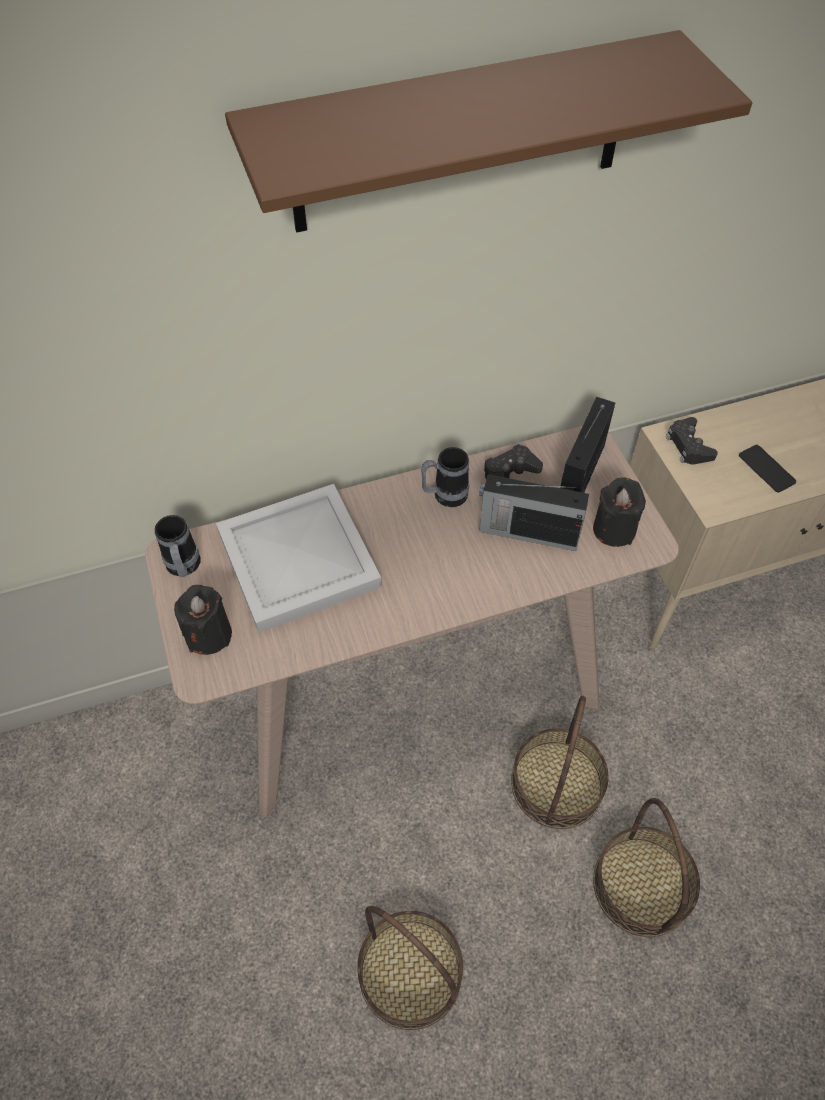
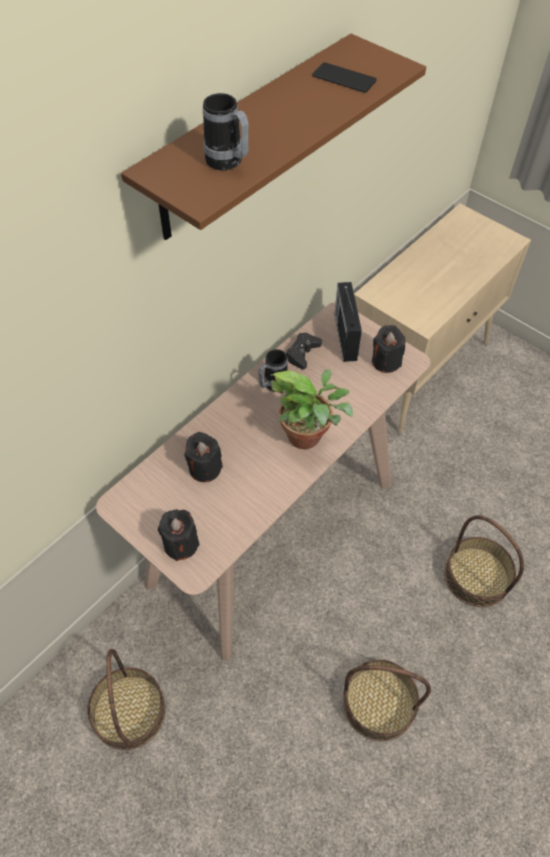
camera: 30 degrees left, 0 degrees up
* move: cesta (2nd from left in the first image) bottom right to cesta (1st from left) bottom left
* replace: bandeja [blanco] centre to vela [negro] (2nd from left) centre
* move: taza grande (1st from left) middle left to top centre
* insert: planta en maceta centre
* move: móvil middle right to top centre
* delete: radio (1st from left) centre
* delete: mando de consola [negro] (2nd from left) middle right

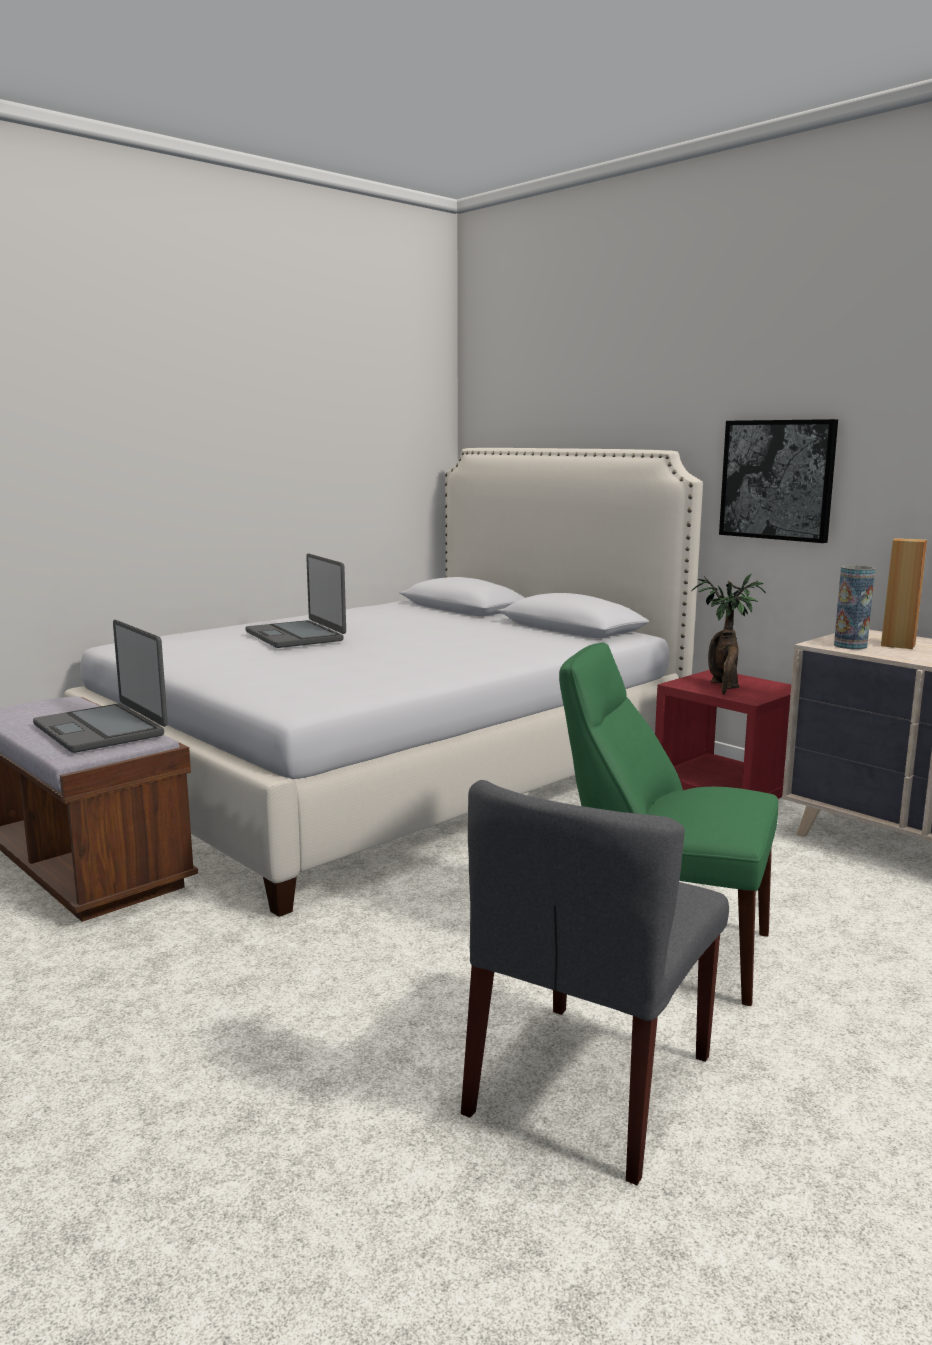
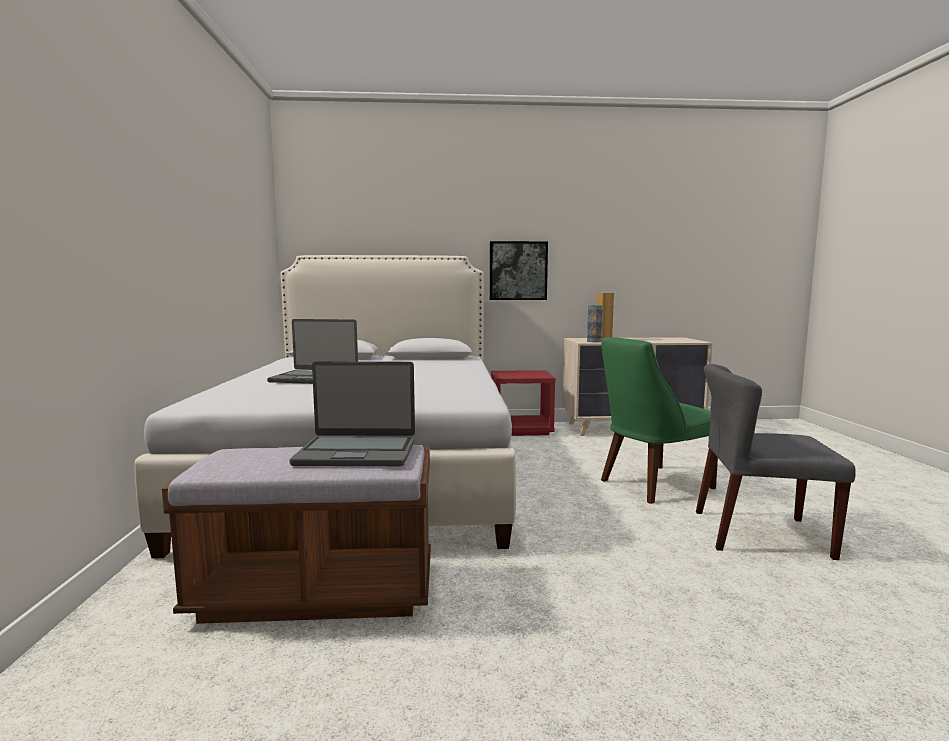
camera: 50 degrees left, 5 degrees down
* rotate: silla [gris] bottom centre = middle right 120 degrees clockwise
* delete: planta en maceta middle right

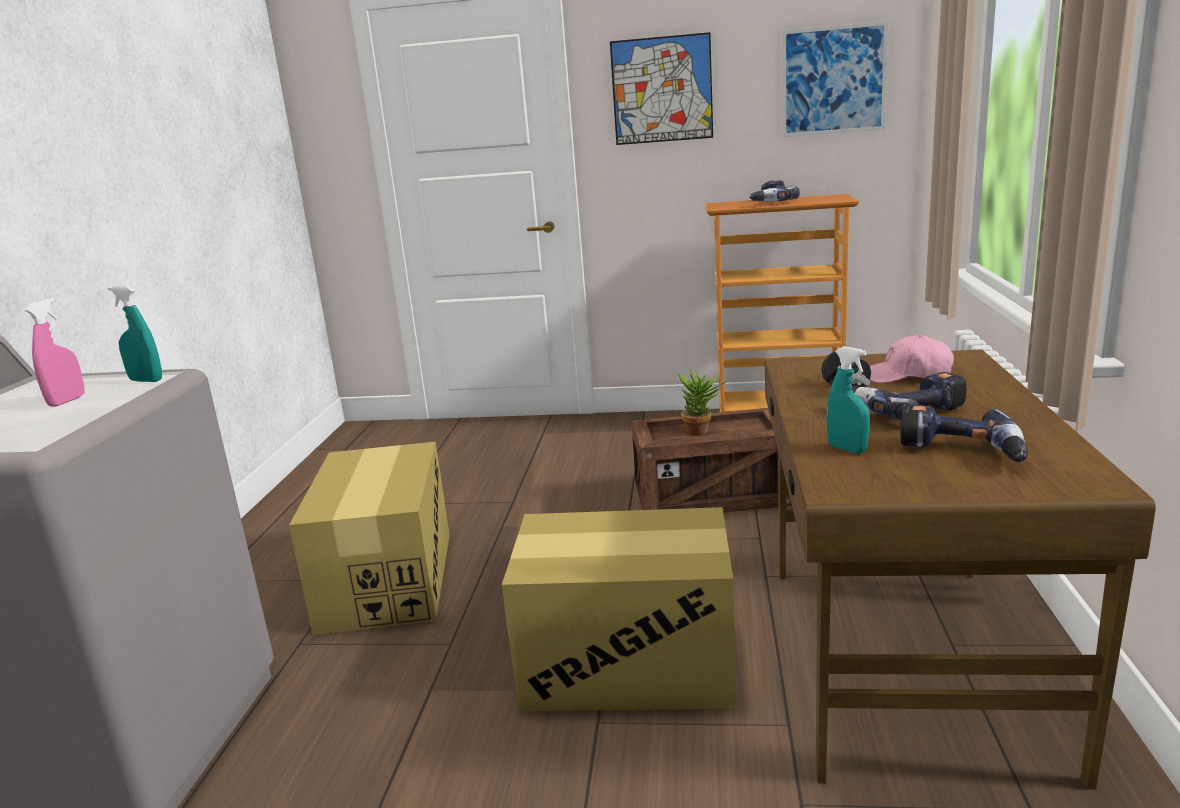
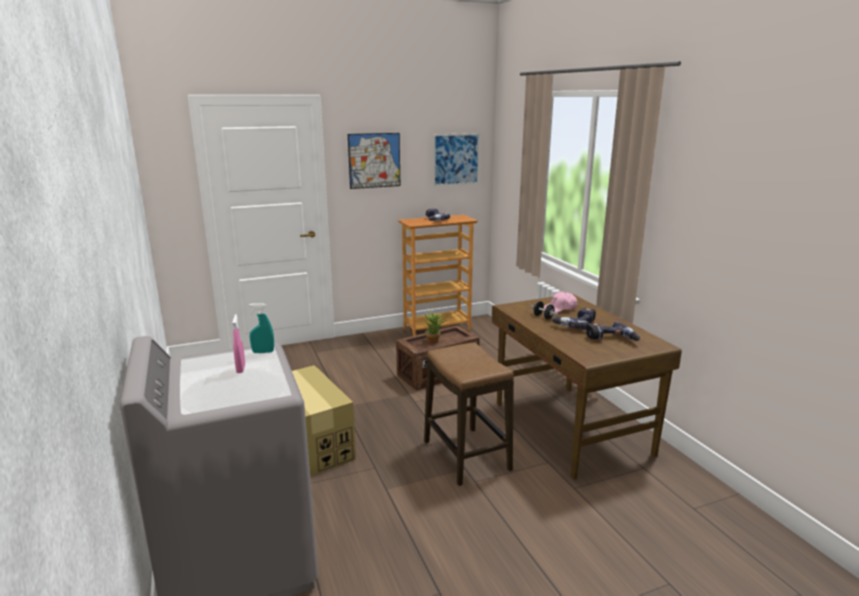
camera: 30 degrees left, 0 degrees up
* replace: caja de cartón (2nd from left) bottom centre to taburete bottom centre
* delete: pulverizador [turquesa] (2nd from left) middle right

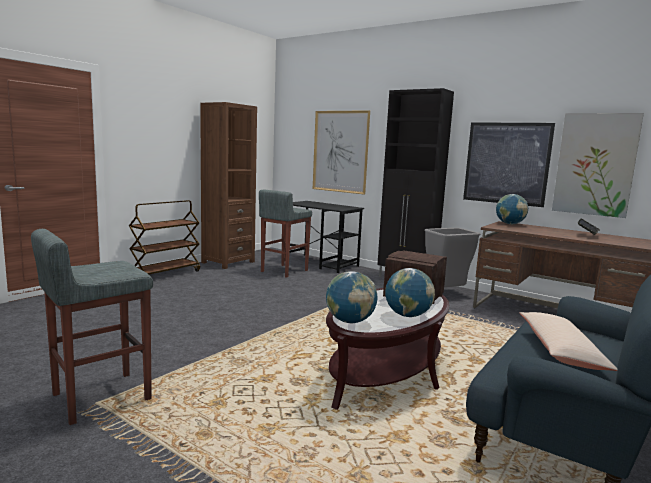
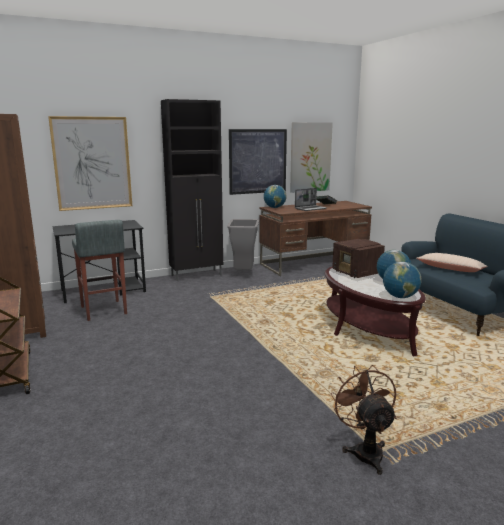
camera: 60 degrees left, 5 degrees up
* insert: portátil centre
* replace: taburete [gris] (1st from left) bottom left to ventilador [marrón] bottom right

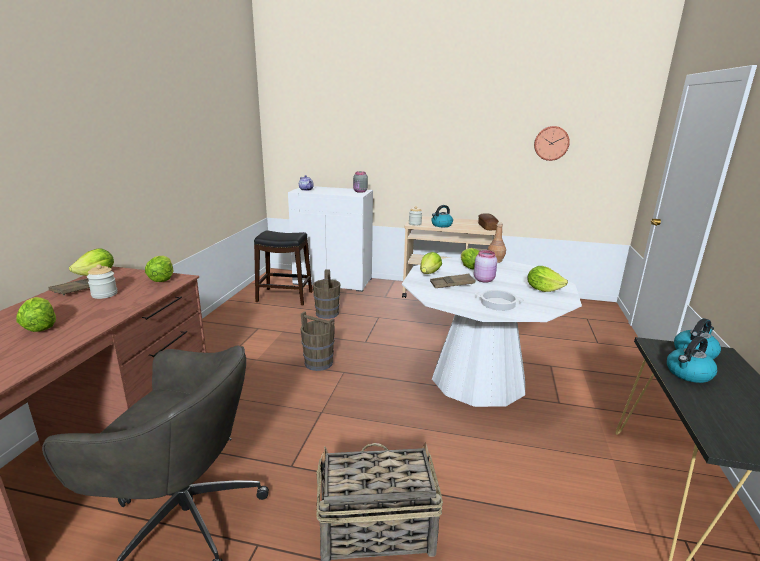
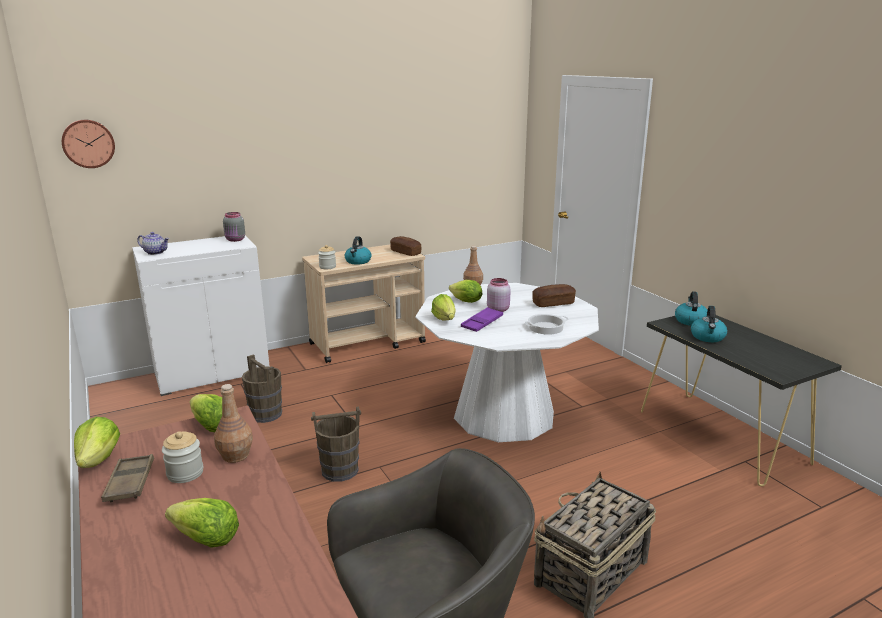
camera: 40 degrees left, 0 degrees up
* move: reloj de pared top right to top left
* insert: botella [marrón] (1st from left) bottom left
* recolor: bandeja [marrón] (2nd from left) centre to bandeja [morado] centre
* replace: lechuga (6th from left) middle right to pan (2nd from left) centre
* delete: taburete [negro] centre

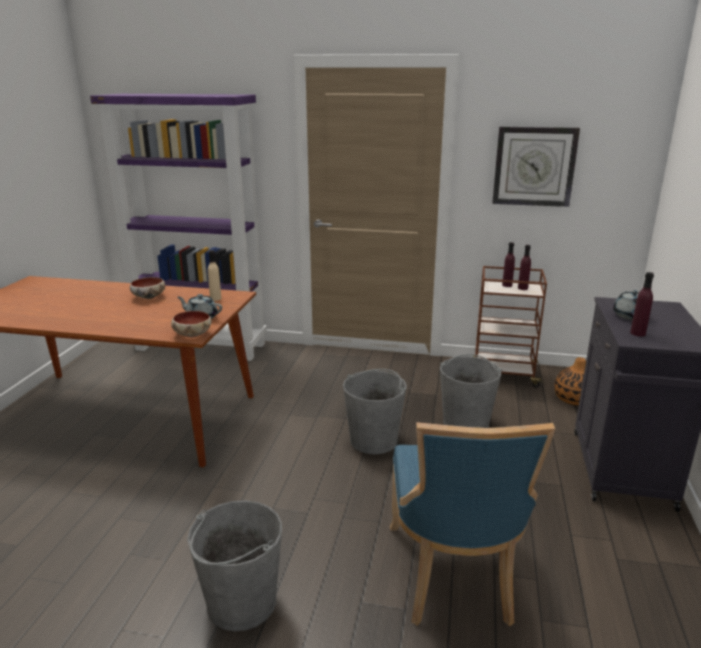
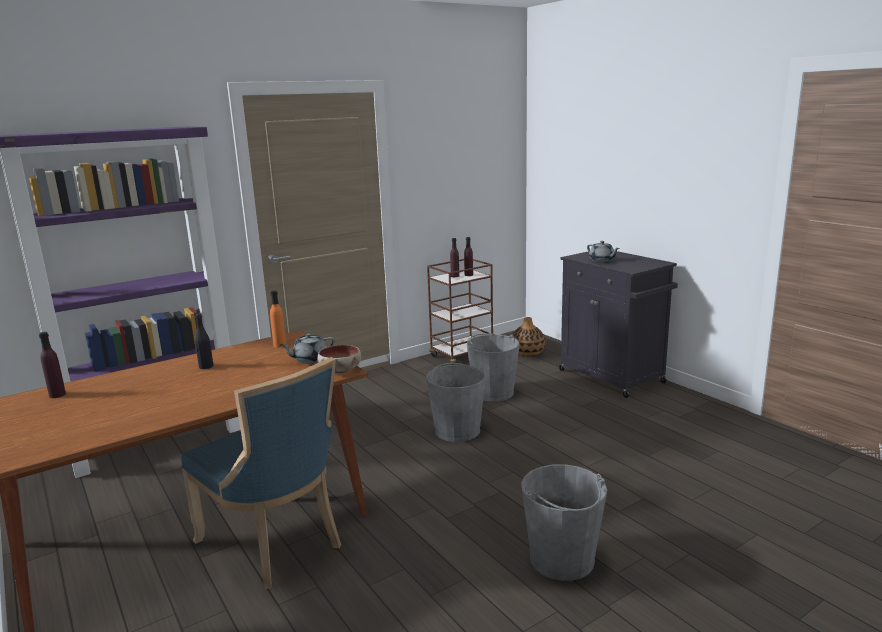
camera: 45 degrees left, 5 degrees down
* move: botella [morado] (3rd from left in the first image) middle right to botella [morado] (1st from left) middle left
* move: silla [azul] bottom right to bottom left
* replace: cuenco (1st from left) middle left to botella [negro] middle left
* recolor: botella [beis] middle left to botella [naranja] middle left
* delete: reloj de pared top right

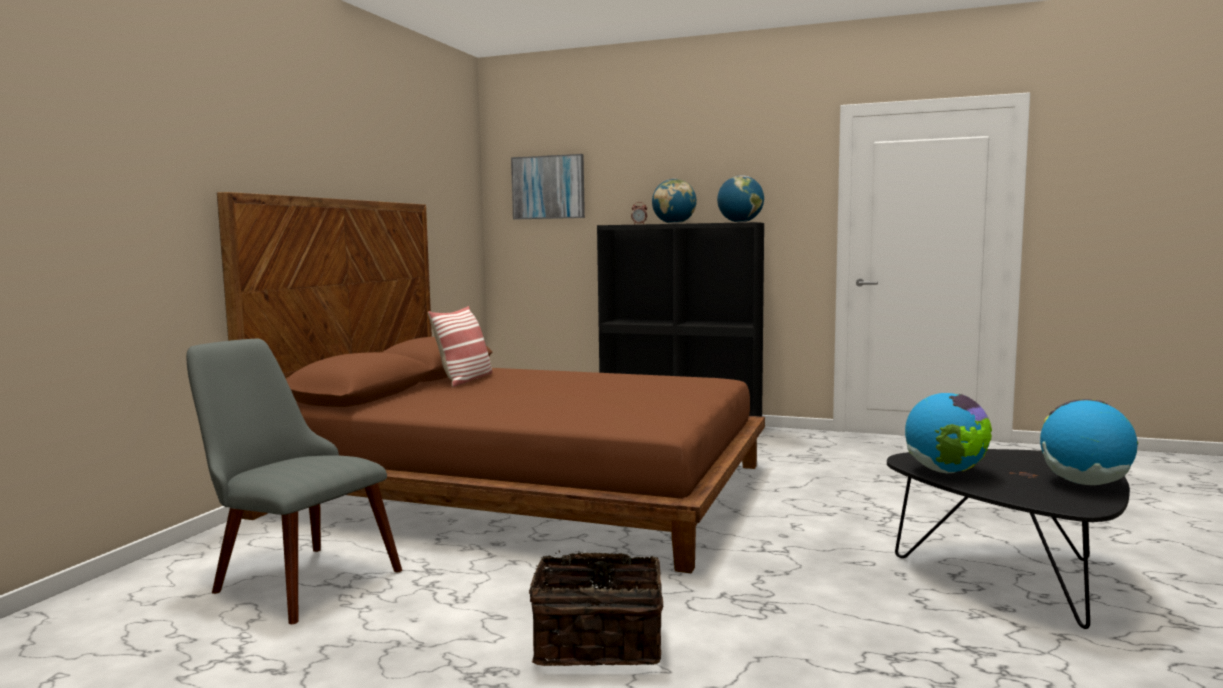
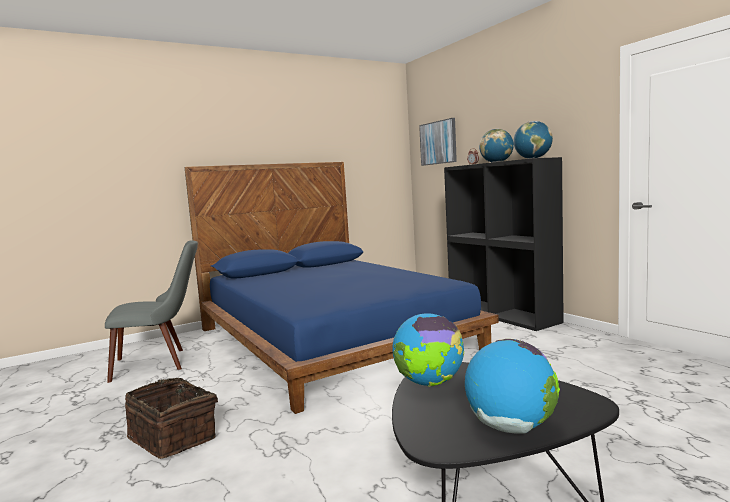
camera: 40 degrees right, 0 degrees up
* rotate: silla [gris] bottom left = middle left 90 degrees clockwise
* recolor: cama [marrón] centre to cama [azul] centre
* delete: cojín centre

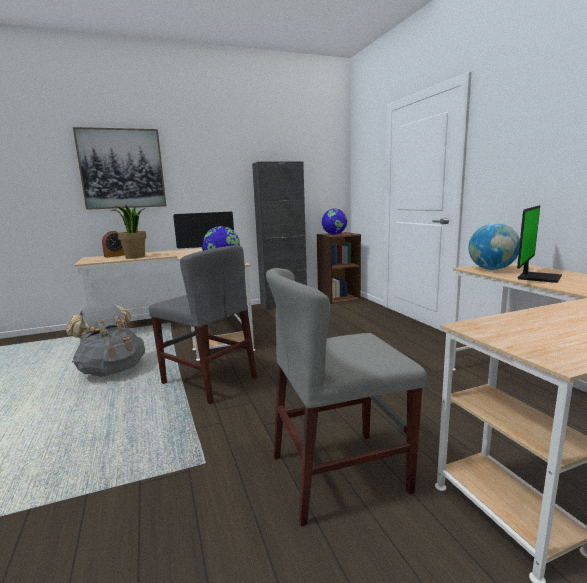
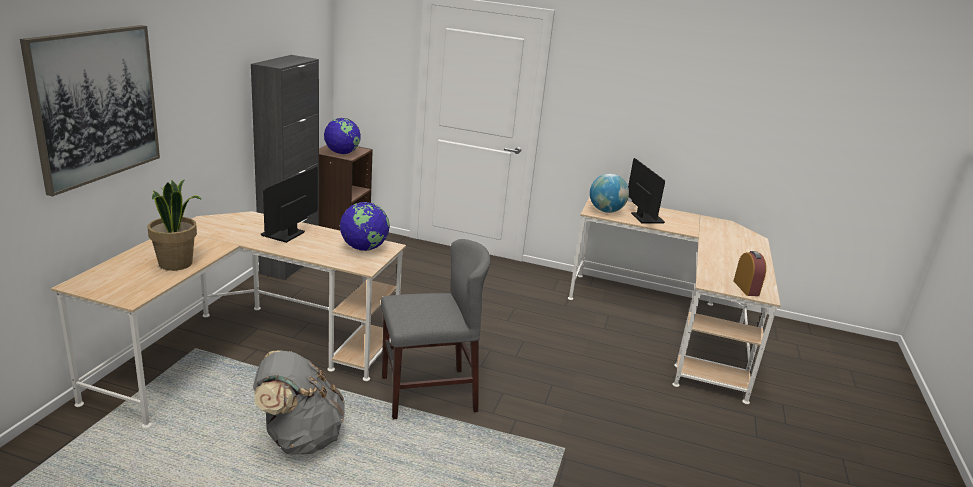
camera: 55 degrees left, 10 degrees up
* move: despertador middle left to middle right
* delete: silla [gris] (2nd from left) bottom centre

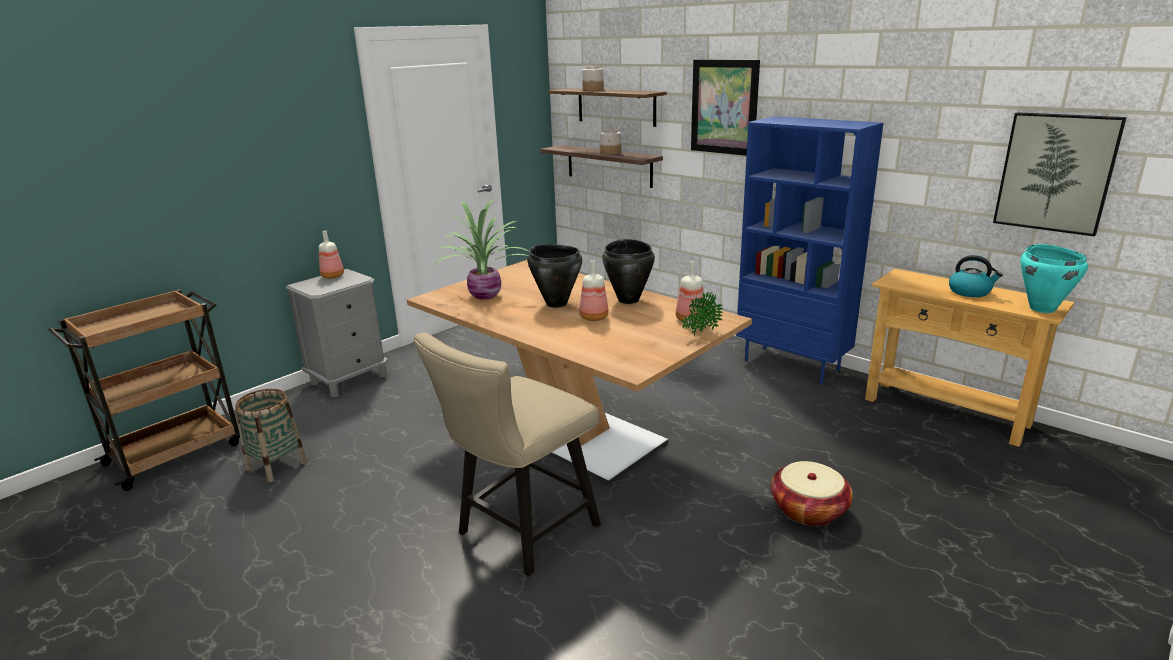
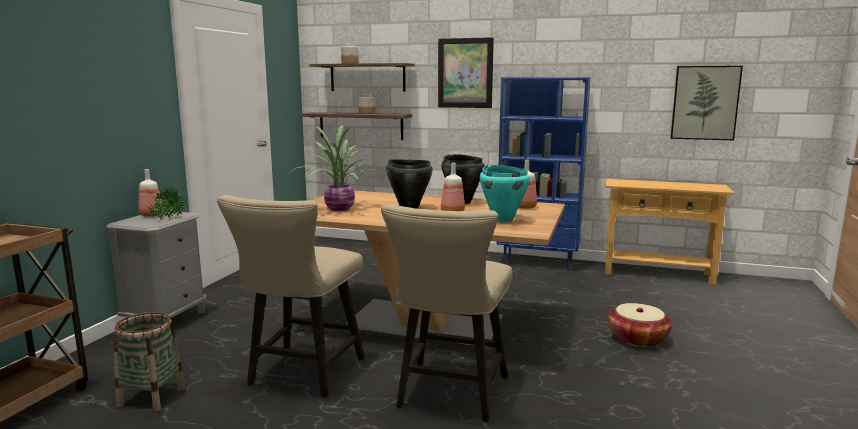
camera: 25 degrees left, 10 degrees down
* move: planta en maceta (2nd from left in the first image) centre to planta en maceta (1st from left) middle left
* insert: silla [beis] (1st from left) bottom centre
* move: olla [turquesa] middle right to centre
* delete: hervidor middle right

